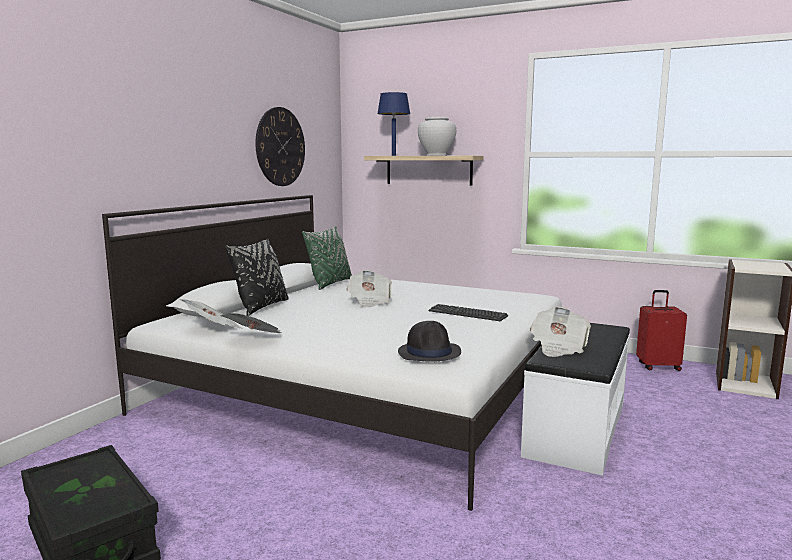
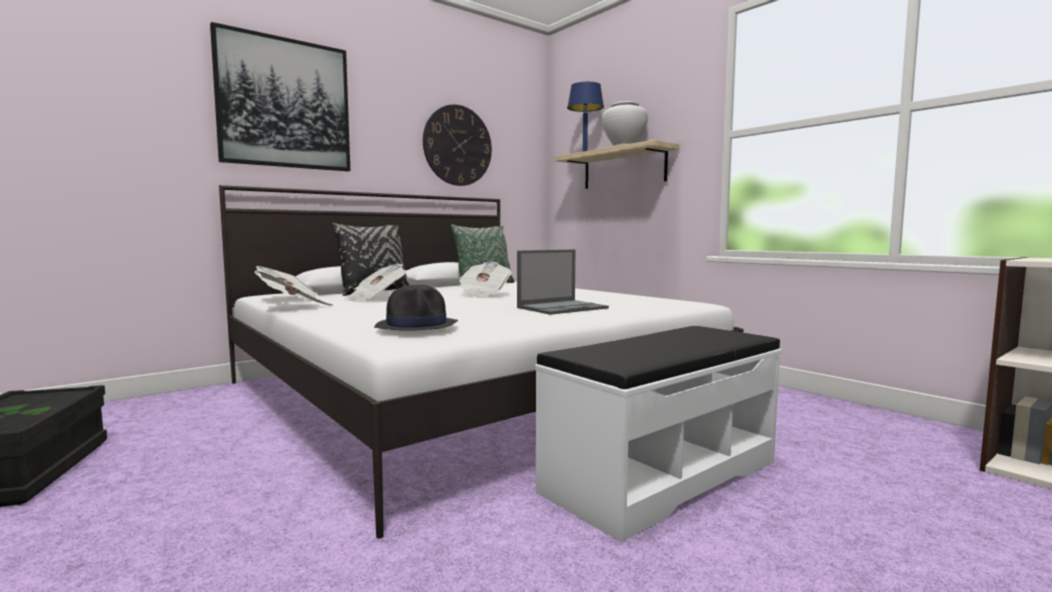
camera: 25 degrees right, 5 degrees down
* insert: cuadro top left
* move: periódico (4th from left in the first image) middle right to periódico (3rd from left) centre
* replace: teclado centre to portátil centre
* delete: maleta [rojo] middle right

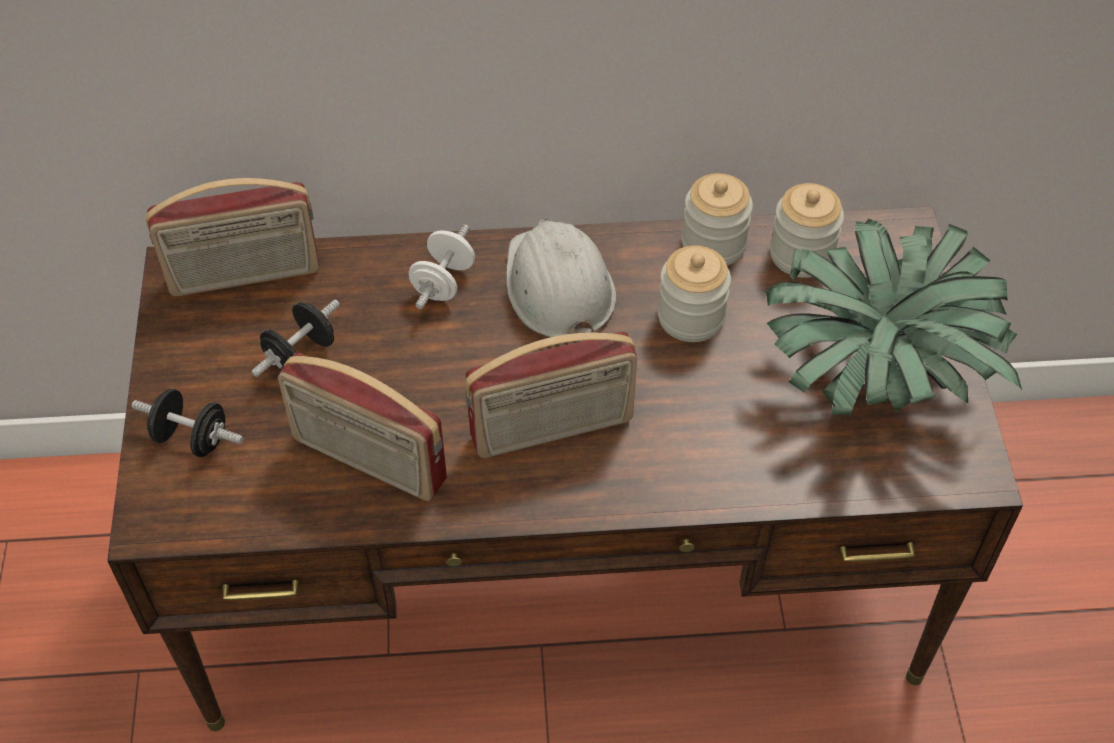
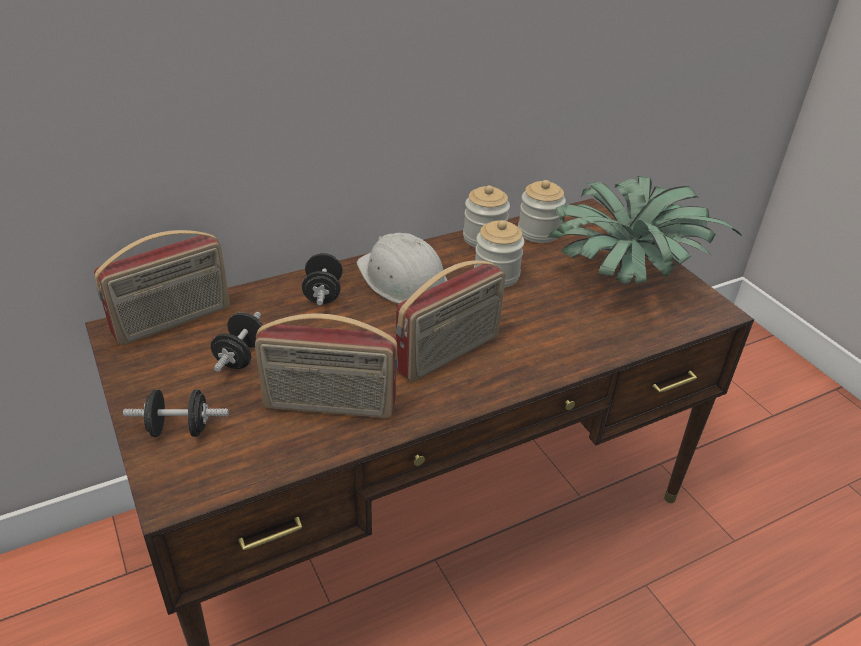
camera: 25 degrees left, 15 degrees down
* recolor: mancuerna [blanco] centre to mancuerna [negro] (3rd from left) centre

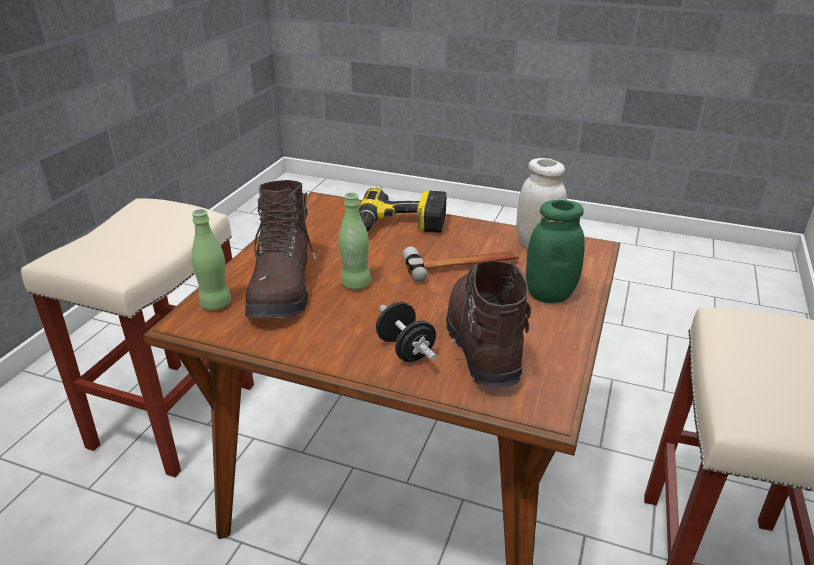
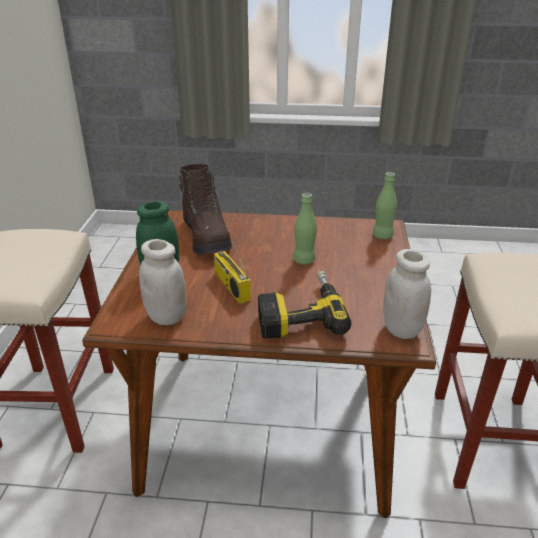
camera: 165 degrees right, 0 degrees up
* replace: martillo centre to radio centre
* insert: tarro [blanco] (2nd from left) middle right
* delete: bota [marrón] (1st from left) centre
* delete: mancuerna [negro] centre

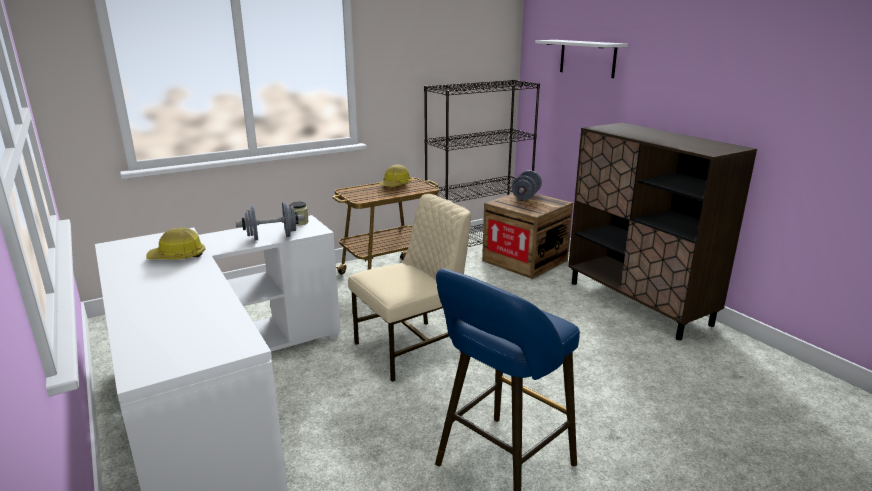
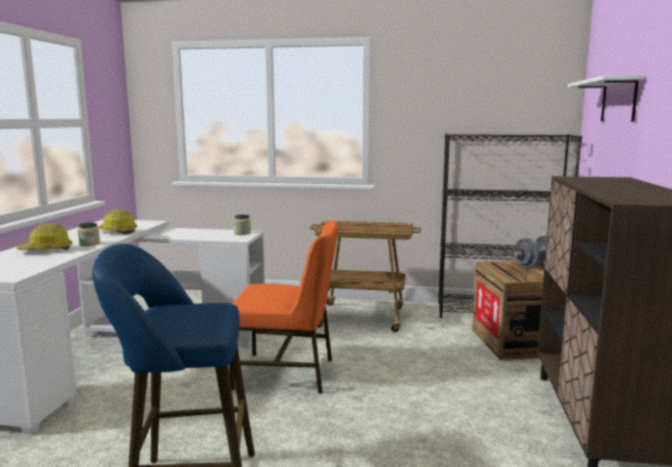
camera: 40 degrees right, 10 degrees down
* move: casco (2nd from left in the first image) centre to casco (1st from left) middle left
* insert: tarro (1st from left) middle left
* recolor: silla [beis] centre to silla [naranja] centre
* delete: mancuerna [gris] (1st from left) middle left

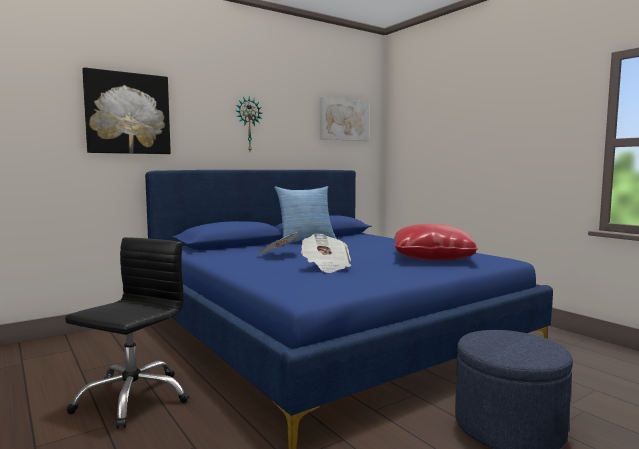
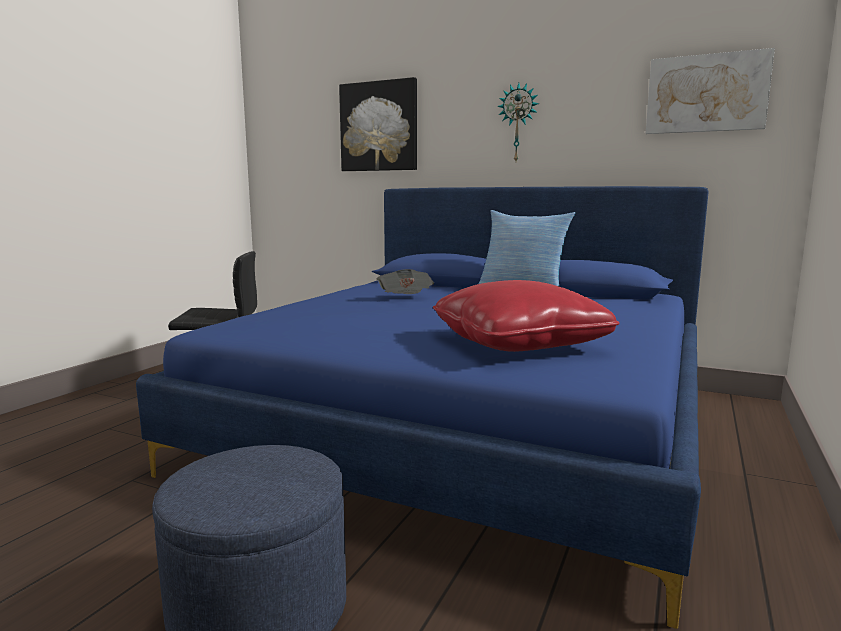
camera: 60 degrees right, 5 degrees up
* delete: periódico (2nd from left) centre

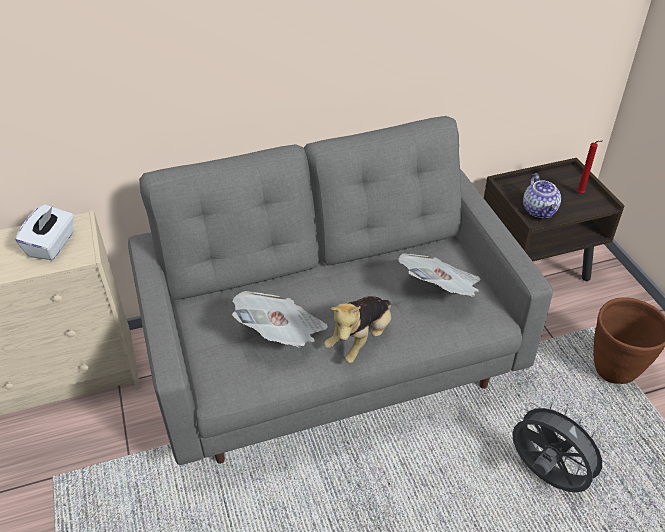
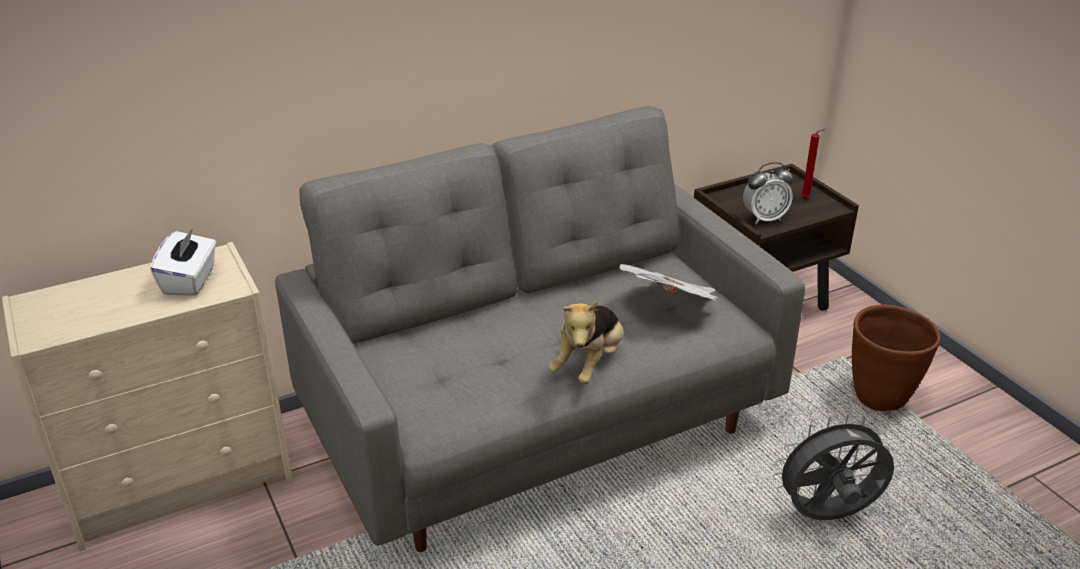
camera: 10 degrees left, 10 degrees down
* replace: tetera middle right to despertador middle right
* rotate: ventilador [gris] bottom right = bottom right 45 degrees counterclockwise
* delete: periódico (1st from left) centre

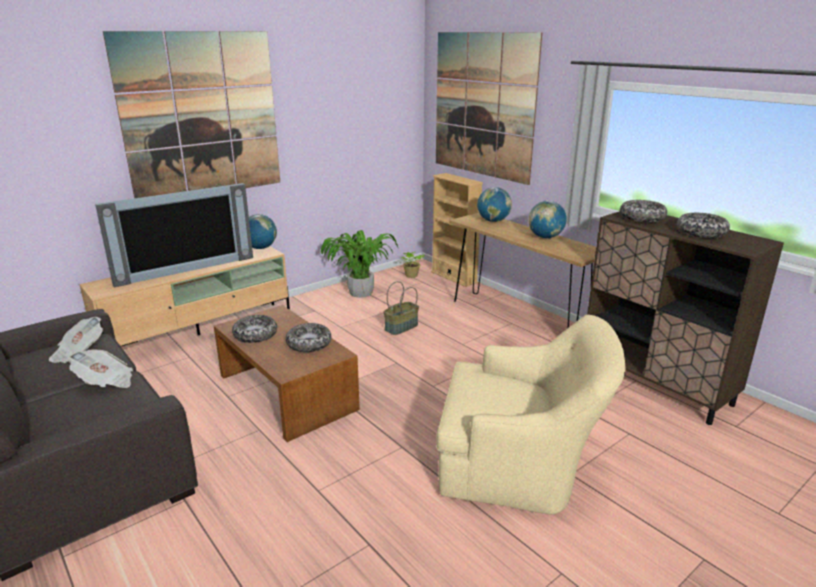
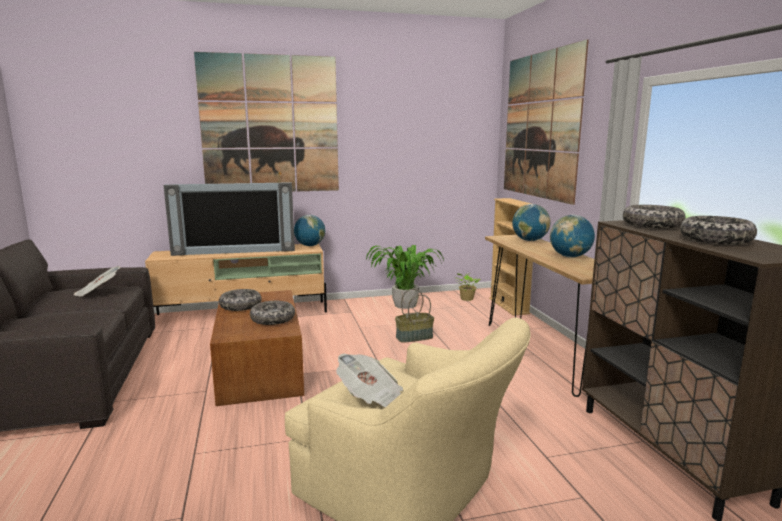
camera: 25 degrees right, 10 degrees down
* move: periódico (2nd from left) middle left to bottom centre

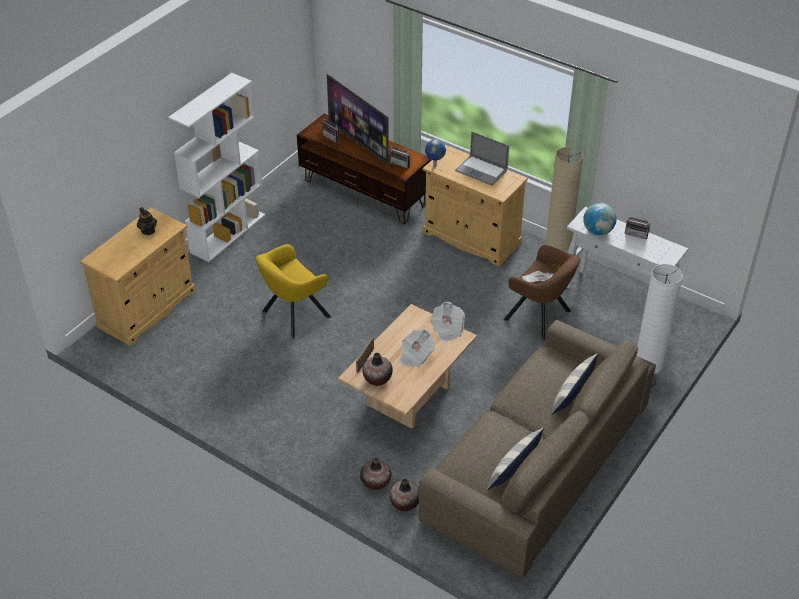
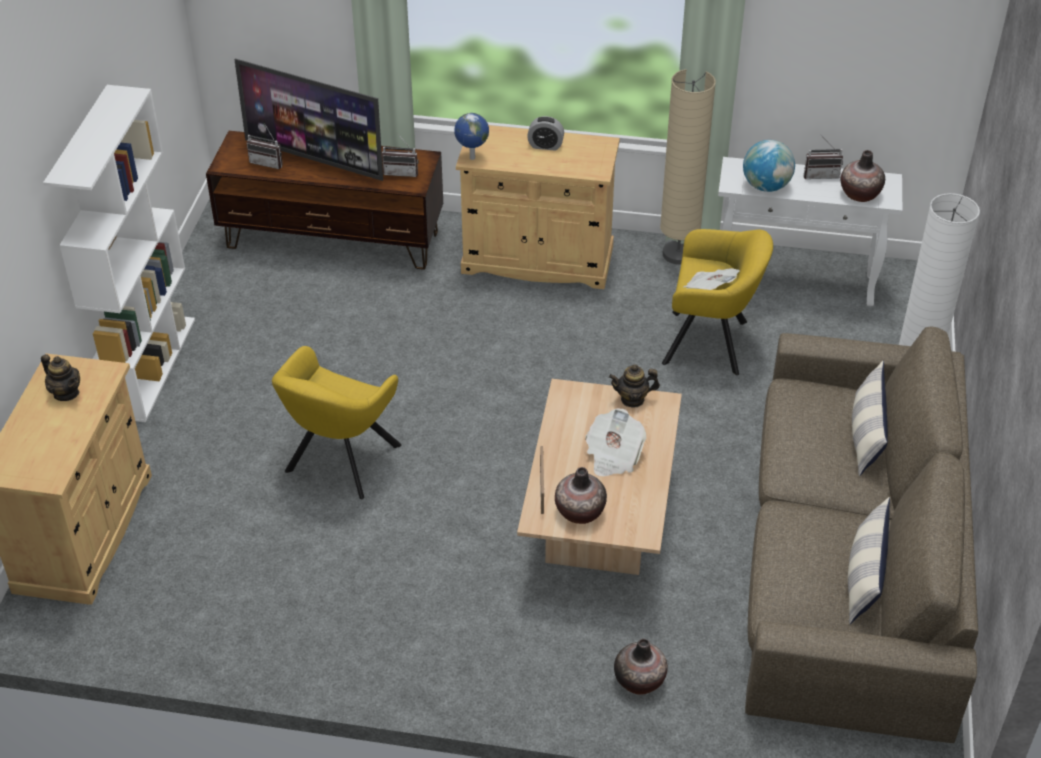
camera: 25 degrees left, 0 degrees up
* replace: portátil top centre to despertador top centre
* replace: periódico (2nd from left) centre to tetera (2nd from left) centre
* recolor: sillón [marrón] middle right to sillón [amarillo] (2nd from left) middle right
* move: florero (3rd from left) bottom centre to top right

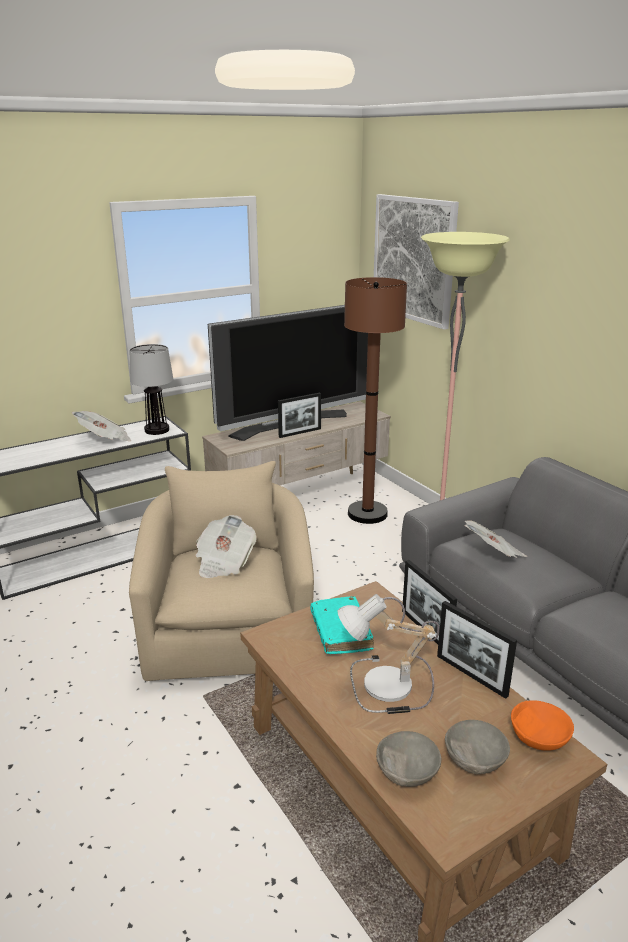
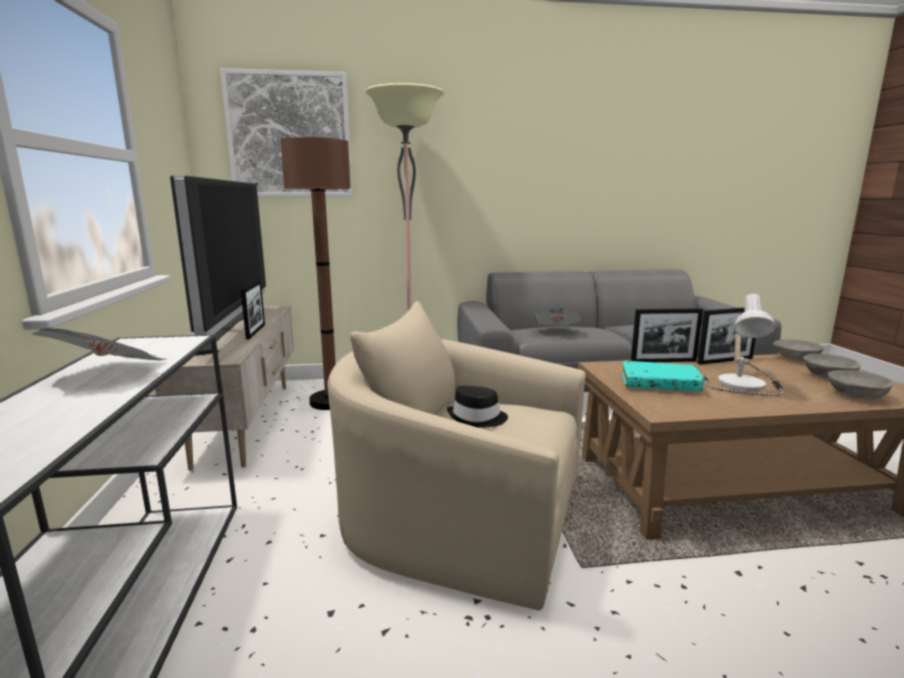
camera: 65 degrees left, 10 degrees down
* replace: periódico (2nd from left) centre to sombrero [negro] centre
* recolor: cuenco [naranja] bottom right to cuenco [gris] (1st from left) middle right
* delete: lámpara de mesa (1st from left) middle left

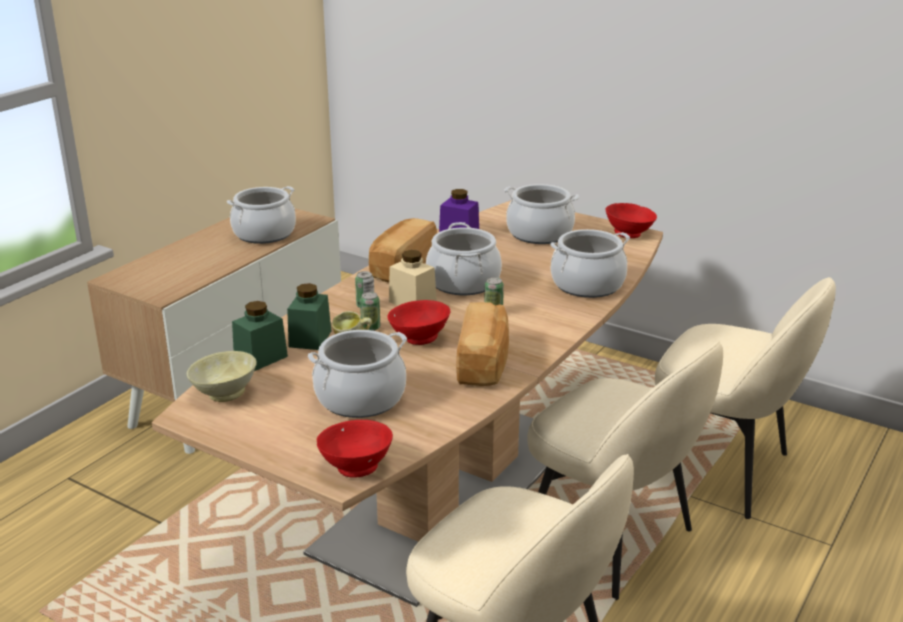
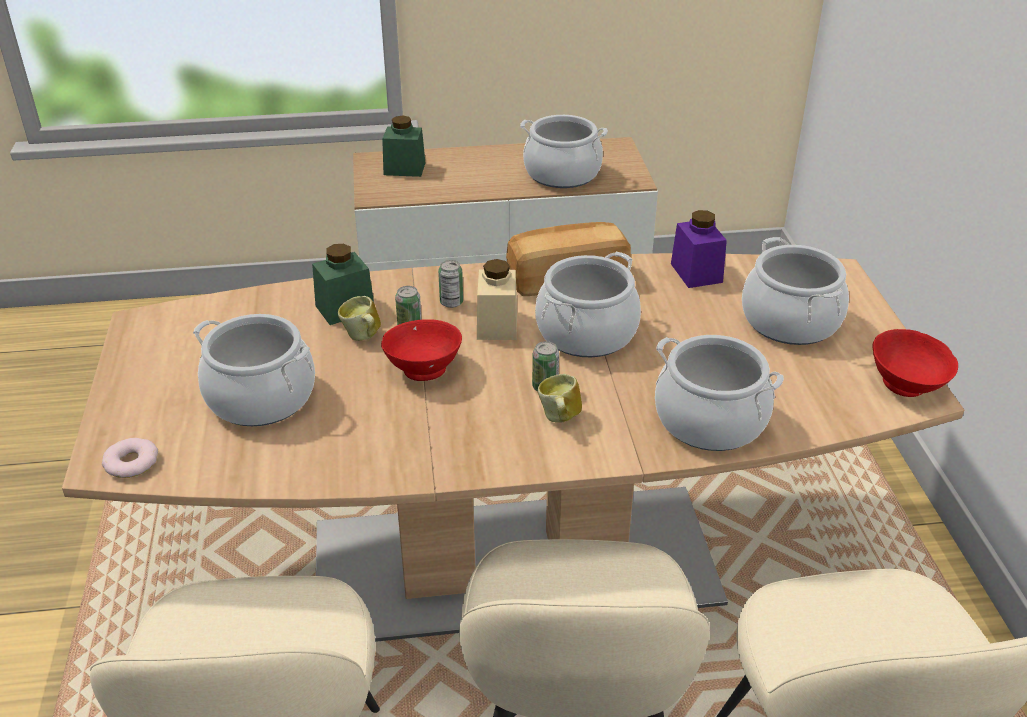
camera: 50 degrees right, 10 degrees up
* replace: cuenco [rojo] (1st from left) bottom centre to rosquilla middle left
* move: tarro [verde] (1st from left in the first image) middle left to tarro [verde] (2nd from left) top centre
* insert: taza grande (2nd from left) centre
* delete: cuenco [beis] middle left
* delete: pan (2nd from left) centre

